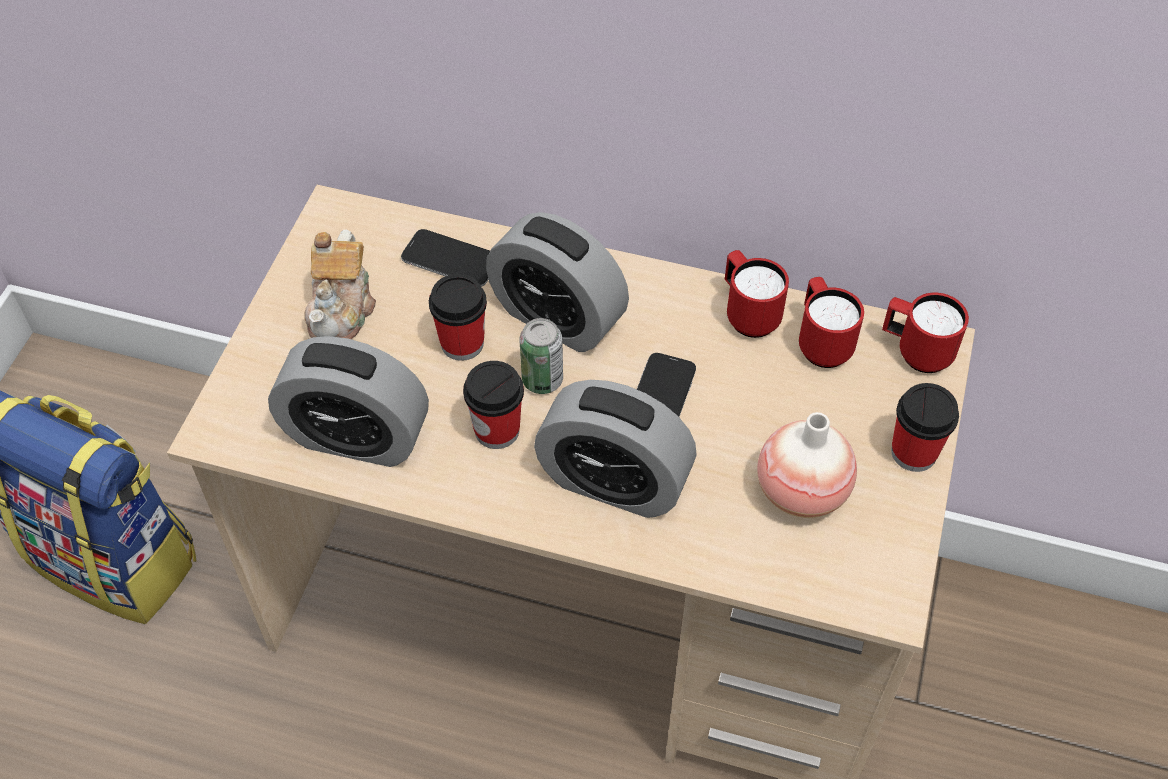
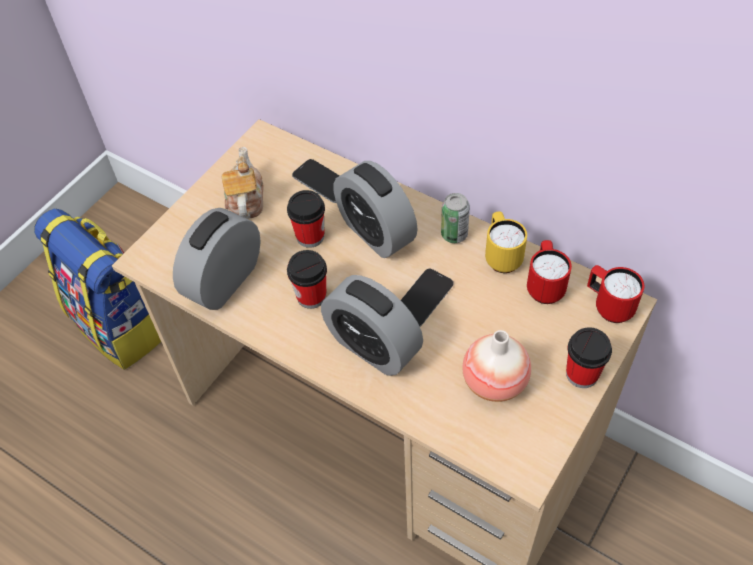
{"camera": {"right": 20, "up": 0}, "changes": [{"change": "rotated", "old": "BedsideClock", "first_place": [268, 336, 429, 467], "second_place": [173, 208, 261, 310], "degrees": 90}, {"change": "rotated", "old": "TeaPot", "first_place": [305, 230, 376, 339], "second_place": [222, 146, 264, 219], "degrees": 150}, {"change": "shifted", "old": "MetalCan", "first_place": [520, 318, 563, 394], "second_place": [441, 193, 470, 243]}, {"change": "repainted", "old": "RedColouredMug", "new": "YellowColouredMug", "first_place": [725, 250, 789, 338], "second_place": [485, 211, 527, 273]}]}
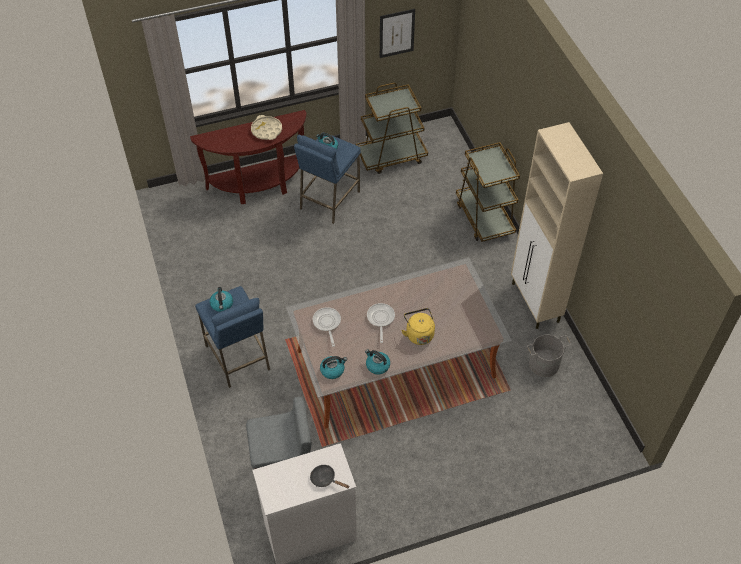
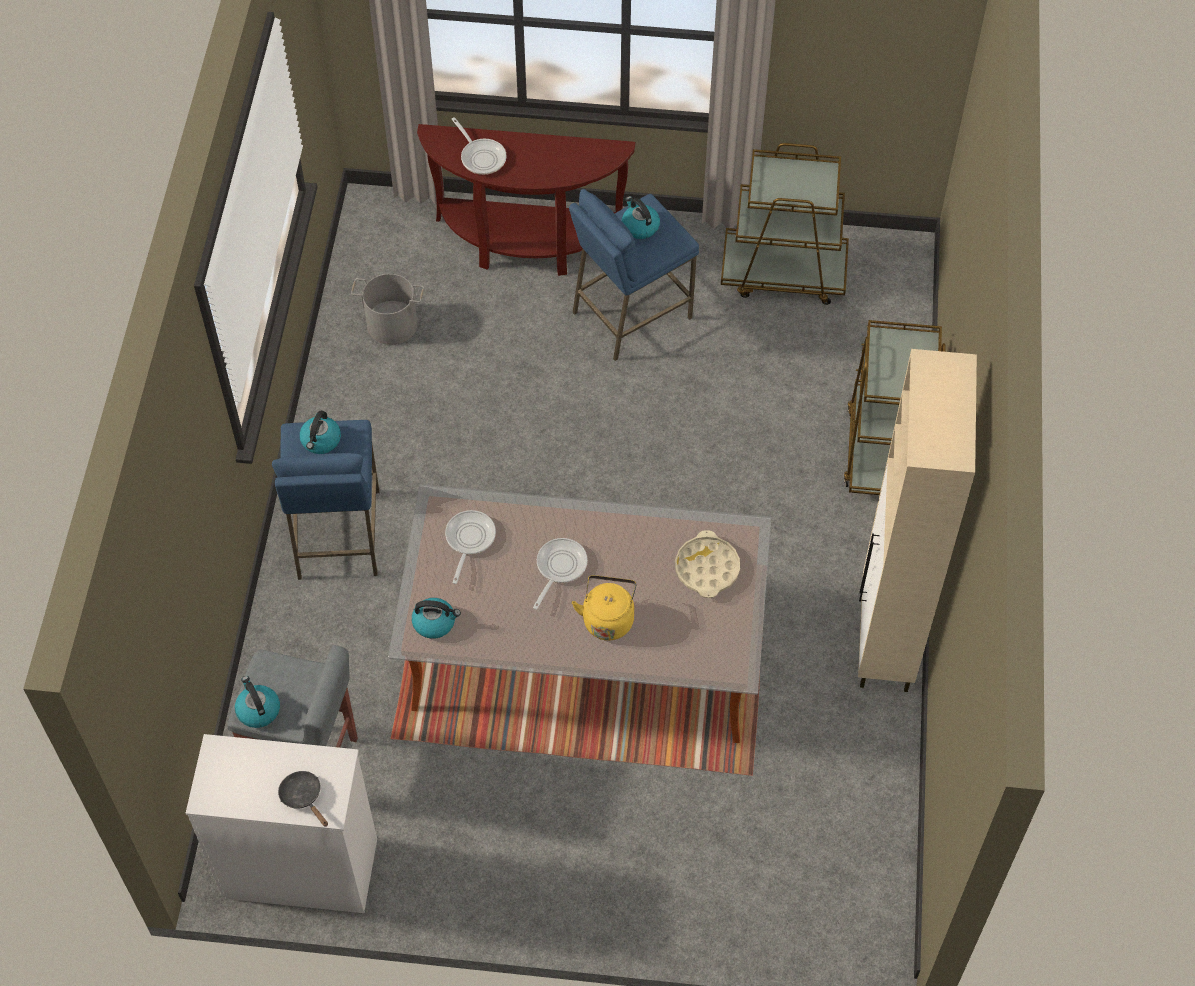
{"camera": {"right": 25, "up": 5}, "changes": [{"change": "shifted", "old": "WaterKettle", "first_place": [365, 349, 390, 374], "second_place": [235, 676, 280, 728]}, {"change": "shifted", "old": "GreyPail", "first_place": [527, 335, 571, 377], "second_place": [351, 274, 424, 345]}, {"change": "new", "new": "FryingPan", "second_place": [452, 117, 507, 175]}, {"change": "shifted", "old": "BeigeColouredCarryingTray", "first_place": [251, 115, 282, 140], "second_place": [675, 530, 740, 598]}, {"change": "gone", "old": "Picture", "first_place": [380, 9, 415, 58]}]}
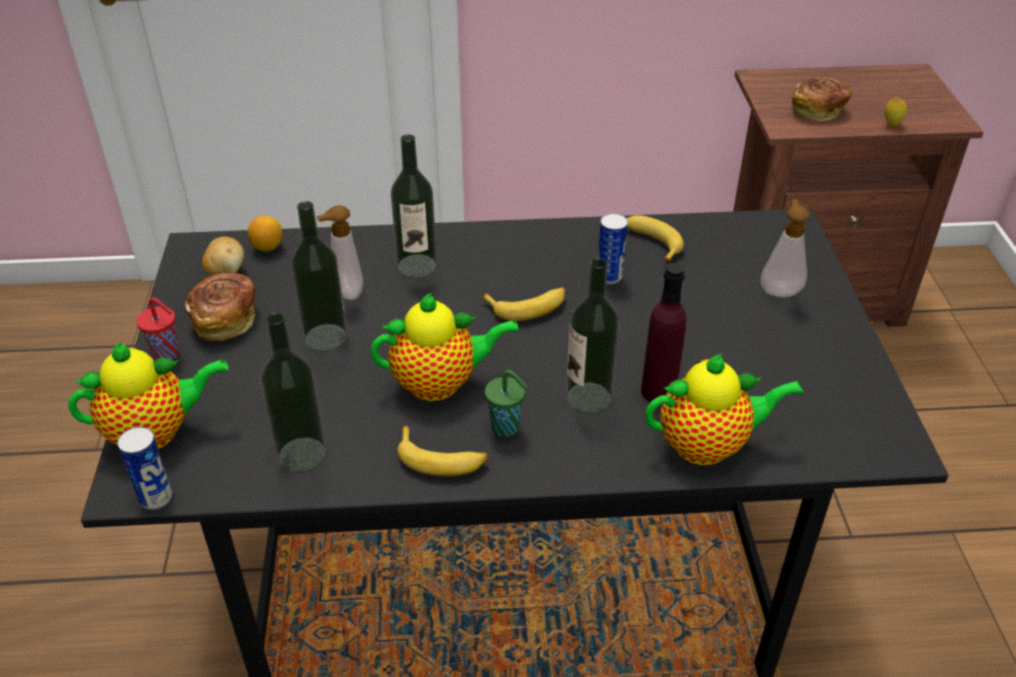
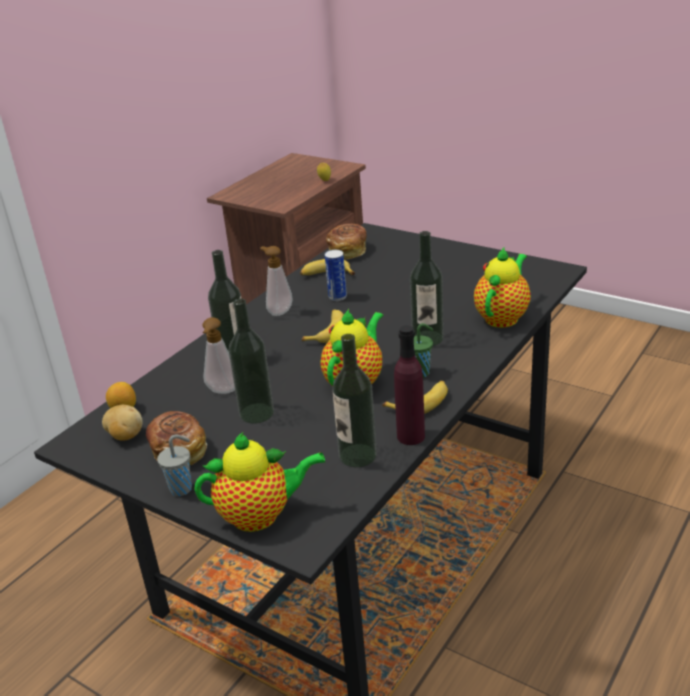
{"camera": {"right": -50, "up": -10}, "changes": [{"change": "repainted", "old": "RedColouredCup", "new": "GreyCup", "first_place": [136, 297, 179, 360], "second_place": [157, 435, 192, 496]}, {"change": "rotated", "old": "TeaPot", "first_place": [68, 341, 229, 449], "second_place": [194, 432, 325, 532], "degrees": 60}, {"change": "shifted", "old": "SoapBottle", "first_place": [760, 199, 810, 297], "second_place": [260, 246, 292, 316]}, {"change": "shifted", "old": "Bread", "first_place": [792, 77, 852, 121], "second_place": [326, 224, 367, 259]}, {"change": "shifted", "old": "PurpleColouredBottle", "first_place": [641, 263, 686, 402], "second_place": [394, 325, 425, 445]}, {"change": "gone", "old": "MetalCan", "first_place": [118, 427, 173, 510]}]}
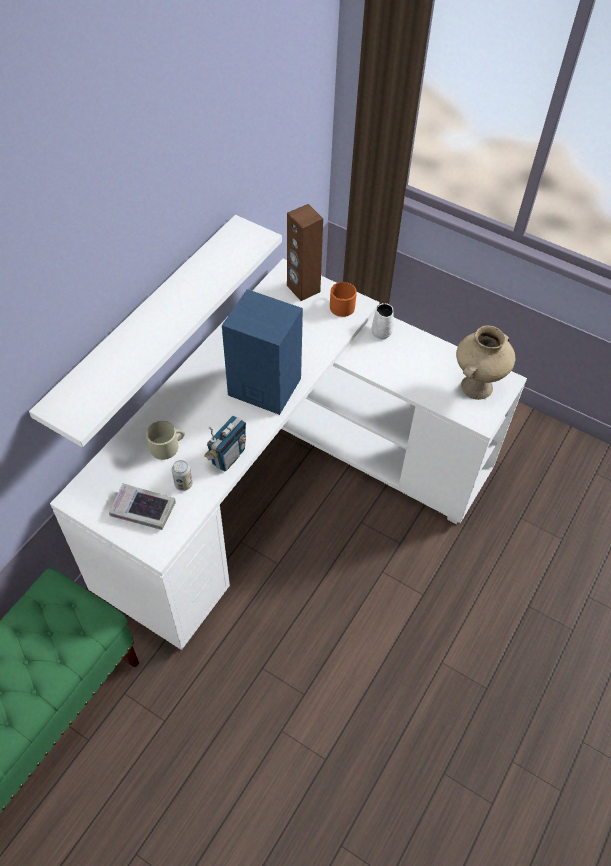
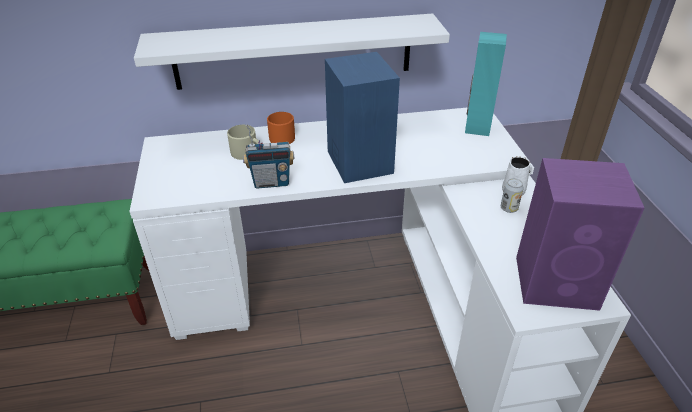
{"camera": {"right": 50, "up": -15}, "changes": [{"change": "shifted", "old": "OrangeMug", "first_place": [330, 282, 357, 317], "second_place": [267, 112, 295, 144]}, {"change": "repainted", "old": "BrownLoudspeaker", "new": "TurquoiseColouredLoudspeaker", "first_place": [287, 204, 323, 301], "second_place": [465, 32, 507, 136]}, {"change": "shifted", "old": "MetalCan", "first_place": [172, 460, 192, 491], "second_place": [501, 178, 524, 213]}, {"change": "swapped", "old": "BeigeColouredDecorativeVase", "new": "PurpleColouredLoudspeaker", "first_place": [456, 325, 515, 400], "second_place": [516, 158, 644, 311]}, {"change": "gone", "old": "Volume", "first_place": [109, 483, 176, 530]}]}
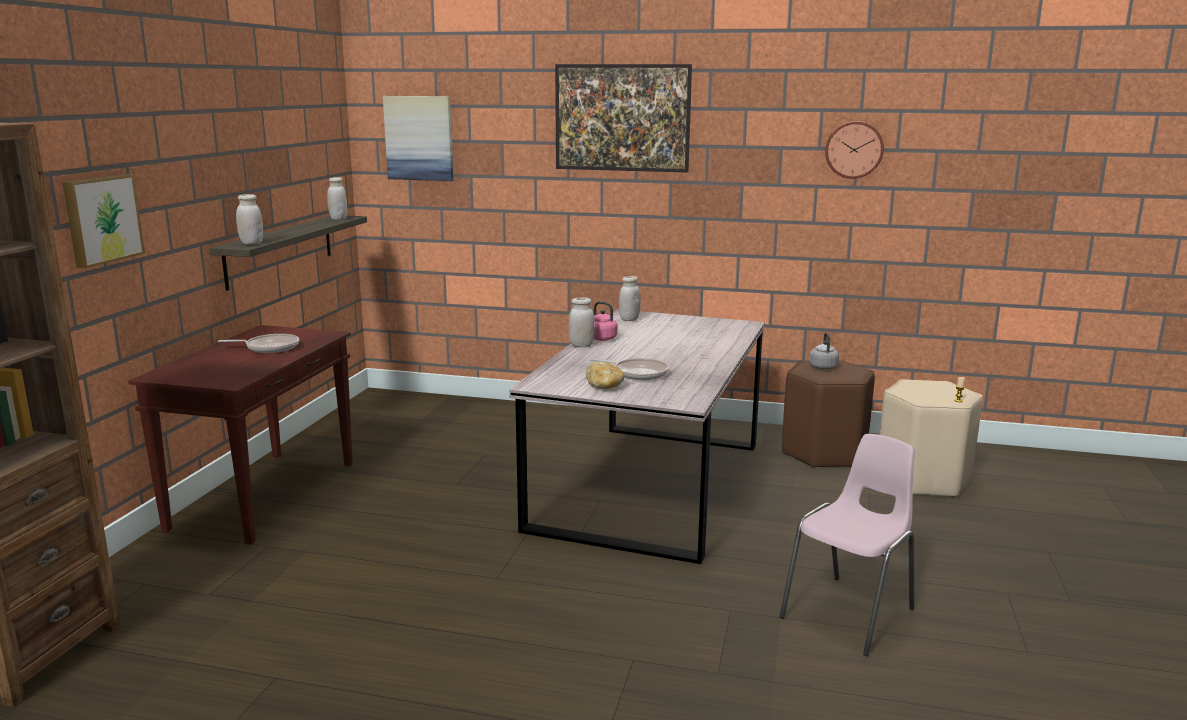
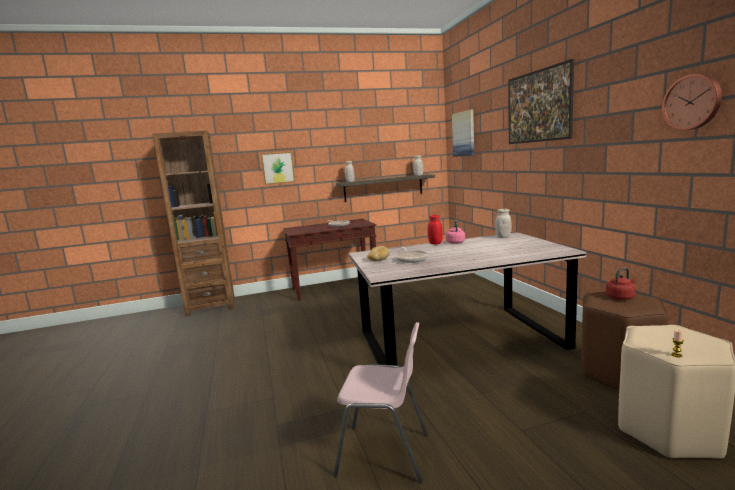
{"camera": {"right": 60, "up": -5}, "changes": [{"change": "repainted", "old": "WhiteJar", "new": "RedColouredJar", "first_place": [568, 298, 595, 347], "second_place": [428, 215, 443, 245]}, {"change": "repainted", "old": "GreyWaterKettle", "new": "RedColouredWaterKettle", "first_place": [809, 332, 839, 370], "second_place": [606, 268, 636, 300]}]}
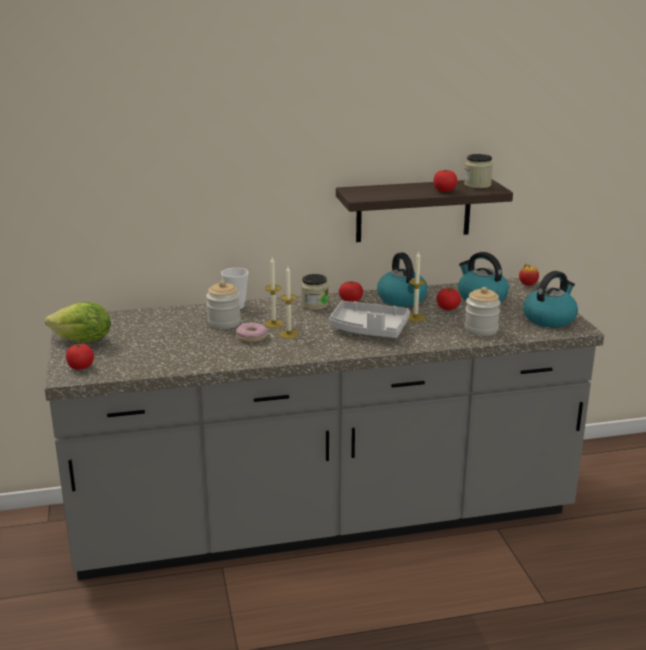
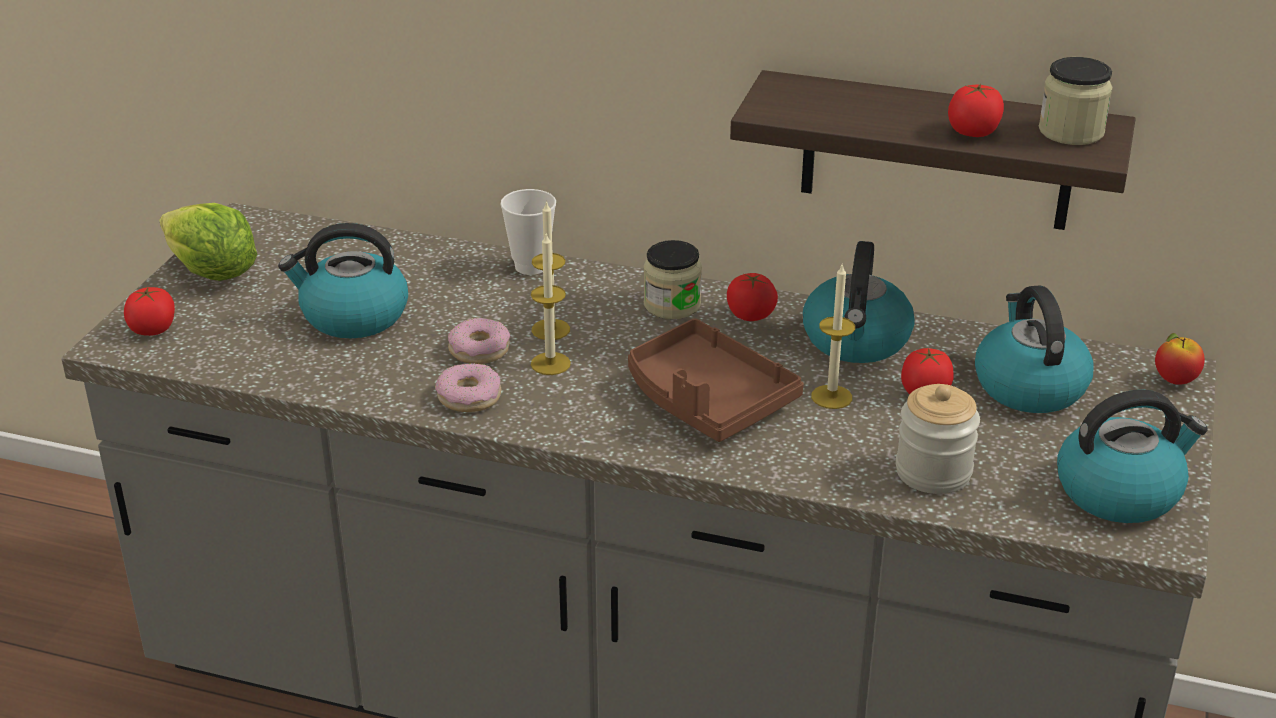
{"camera": {"right": 30, "up": 10}, "changes": [{"change": "new", "new": "WaterKettle", "second_place": [278, 223, 408, 338]}, {"change": "new", "new": "Donut", "second_place": [435, 363, 501, 412]}, {"change": "repainted", "old": "GreyCarryingTray", "new": "BrownCarryingTray", "first_place": [329, 301, 410, 338], "second_place": [628, 319, 804, 442]}, {"change": "gone", "old": "Jar", "first_place": [206, 281, 241, 329]}]}
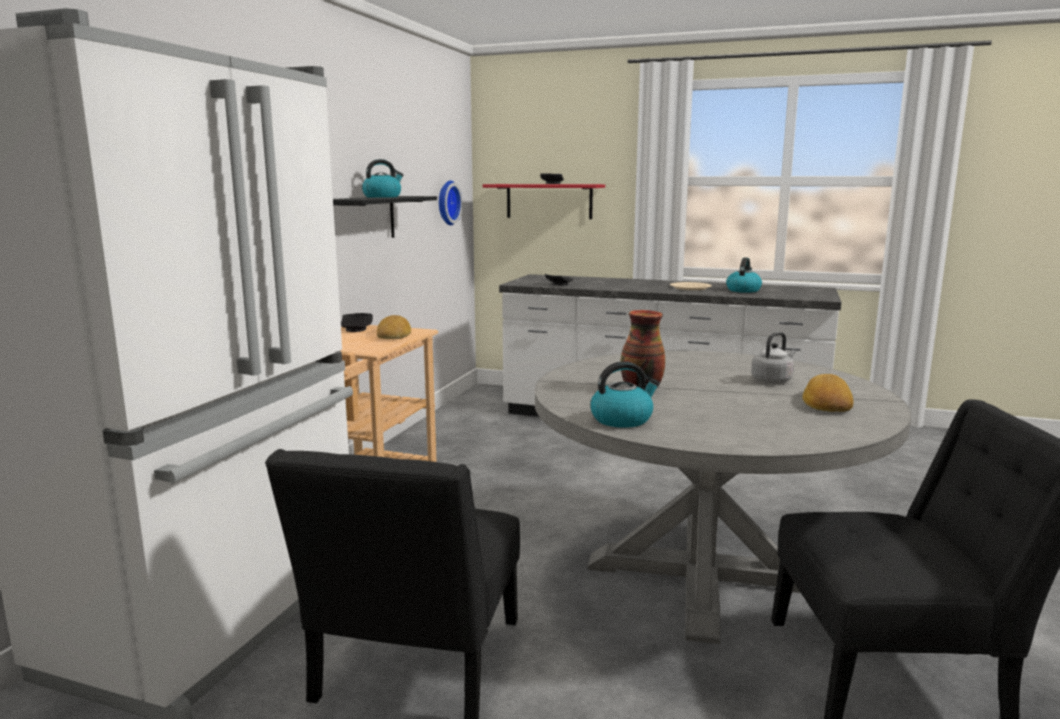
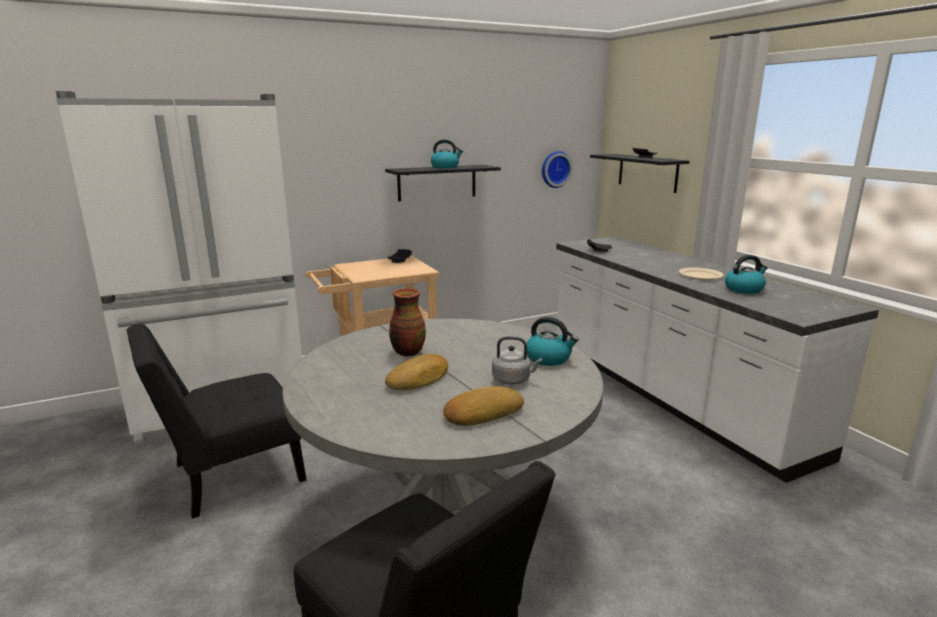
{"camera": {"right": 45, "up": 5}, "changes": [{"change": "shifted", "old": "Bread", "first_place": [377, 315, 411, 339], "second_place": [385, 354, 448, 391]}, {"change": "shifted", "old": "WaterKettle", "first_place": [590, 361, 660, 428], "second_place": [526, 317, 579, 366]}, {"change": "repainted", "old": "RedColouredShelf", "new": "BlackishShelf", "first_place": [483, 184, 605, 219], "second_place": [590, 154, 689, 193]}]}
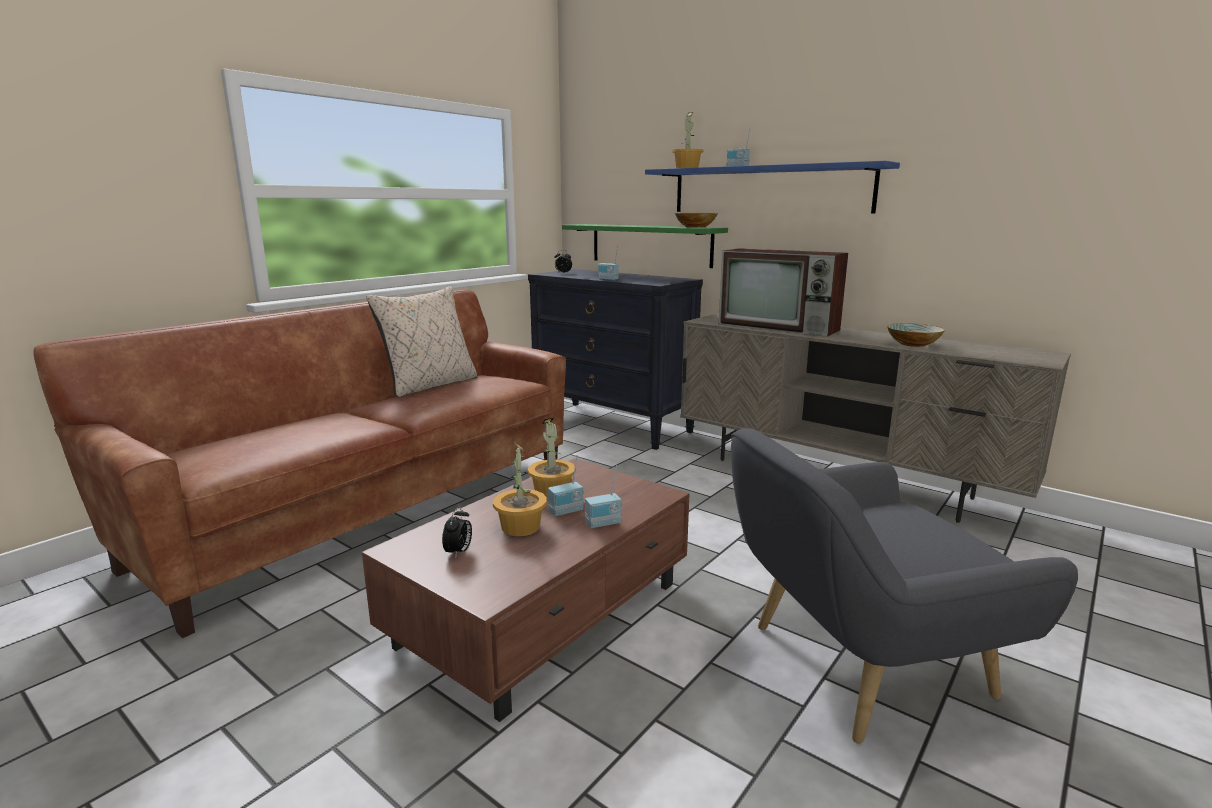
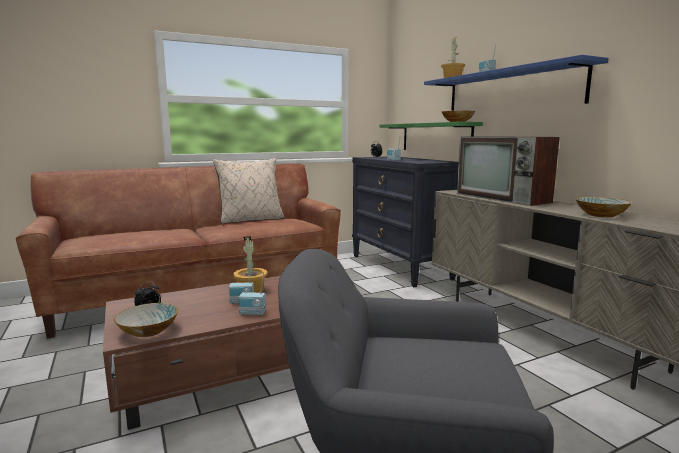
{"camera": {"right": 25, "up": -5}, "changes": [{"change": "new", "new": "DeepDish", "second_place": [114, 303, 178, 337]}, {"change": "gone", "old": "PottedPlant", "first_place": [493, 442, 547, 536]}]}
